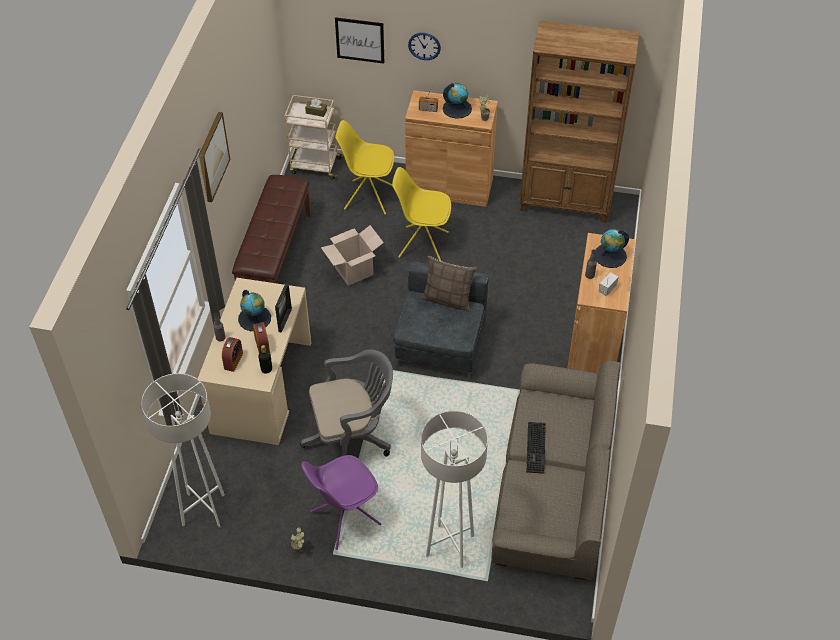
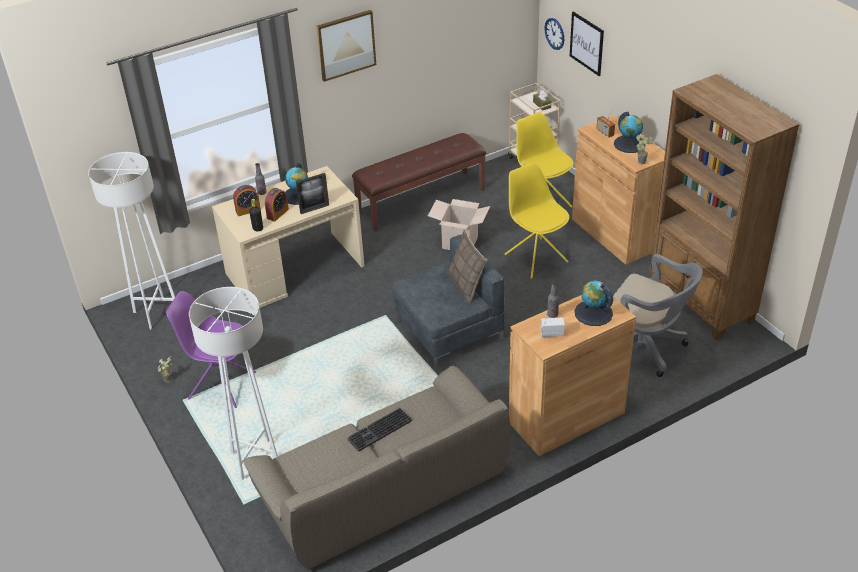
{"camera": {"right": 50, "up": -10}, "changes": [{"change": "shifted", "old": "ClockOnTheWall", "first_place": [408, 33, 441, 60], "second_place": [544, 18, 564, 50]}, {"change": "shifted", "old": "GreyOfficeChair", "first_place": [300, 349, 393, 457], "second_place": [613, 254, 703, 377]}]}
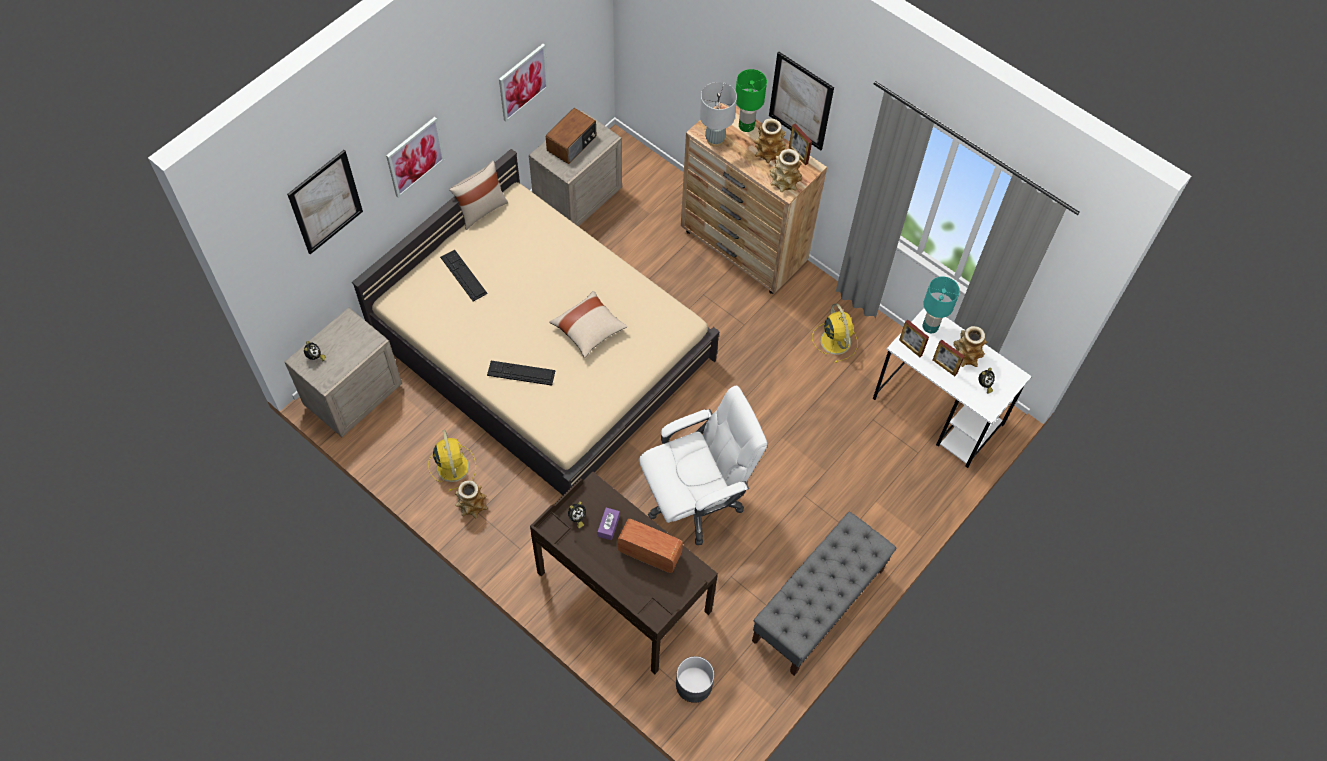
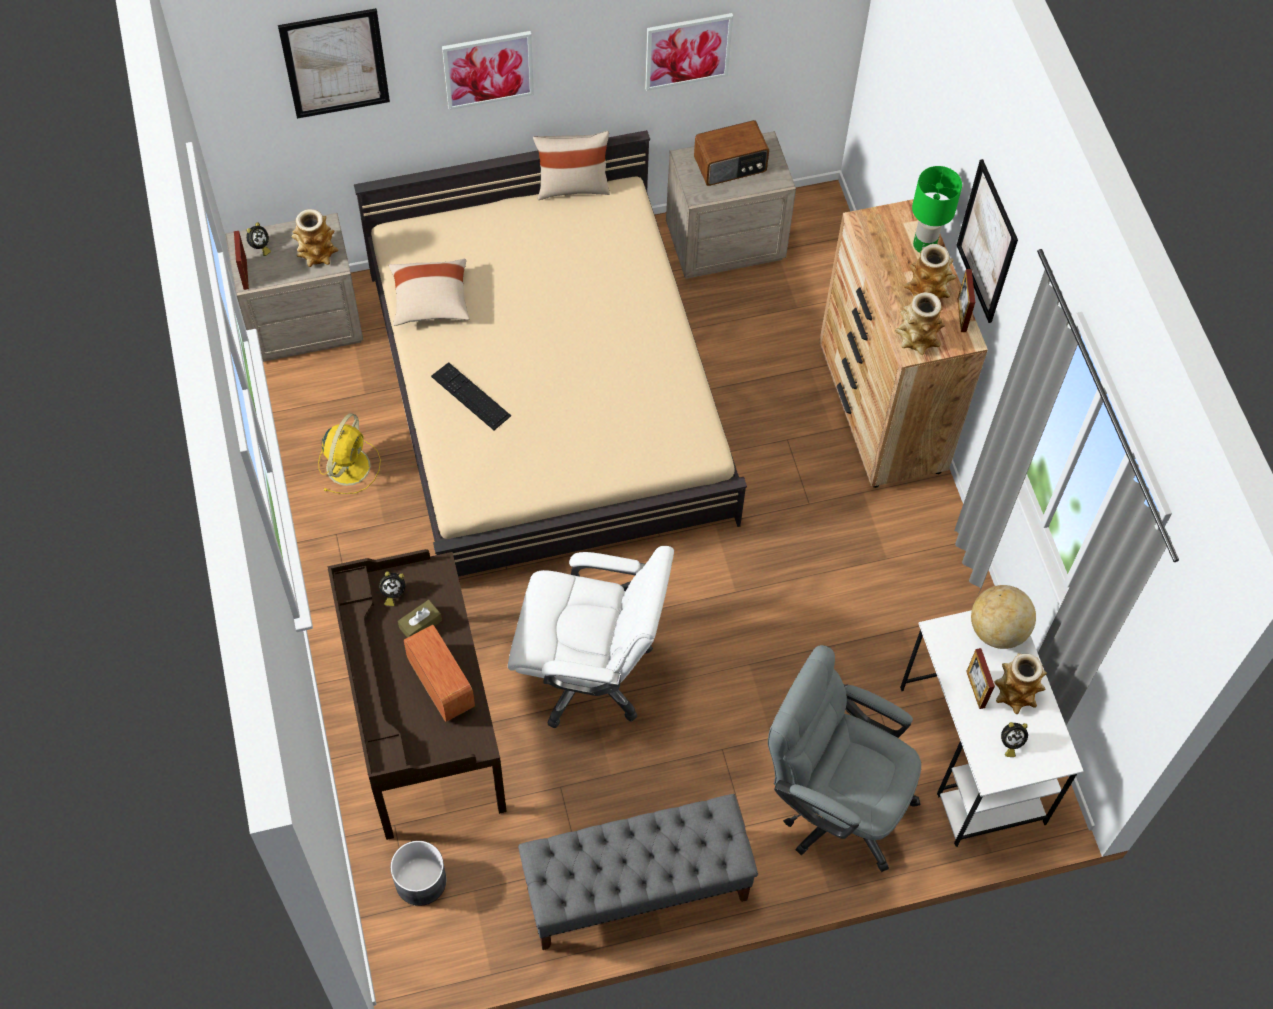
{"camera": {"right": 35, "up": 0}, "changes": [{"change": "shifted", "old": "StandingFrame", "first_place": [899, 320, 929, 357], "second_place": [234, 231, 249, 290]}, {"change": "shifted", "old": "DecorativeVase", "first_place": [455, 480, 488, 518], "second_place": [292, 209, 339, 267]}, {"change": "shifted", "old": "BeigeColouredCushion", "first_place": [549, 291, 627, 358], "second_place": [389, 259, 470, 326]}, {"change": "repainted", "old": "PurpleColouredTissueBox", "new": "BrownTissueBox", "first_place": [597, 508, 620, 540], "second_place": [398, 600, 442, 638]}, {"change": "new", "new": "GreyOfficeChair", "second_place": [768, 645, 921, 872]}, {"change": "swapped", "old": "TurquoiseColouredTableLamp", "new": "WorldGlobe", "first_place": [922, 276, 960, 333], "second_place": [971, 585, 1036, 649]}, {"change": "gone", "old": "ComputerKeyboard", "first_place": [440, 250, 488, 302]}, {"change": "gone", "old": "GreyTableLamp", "first_place": [700, 82, 737, 147]}, {"change": "gone", "old": "YellowColouredCoolingFan", "first_place": [812, 303, 858, 363]}]}
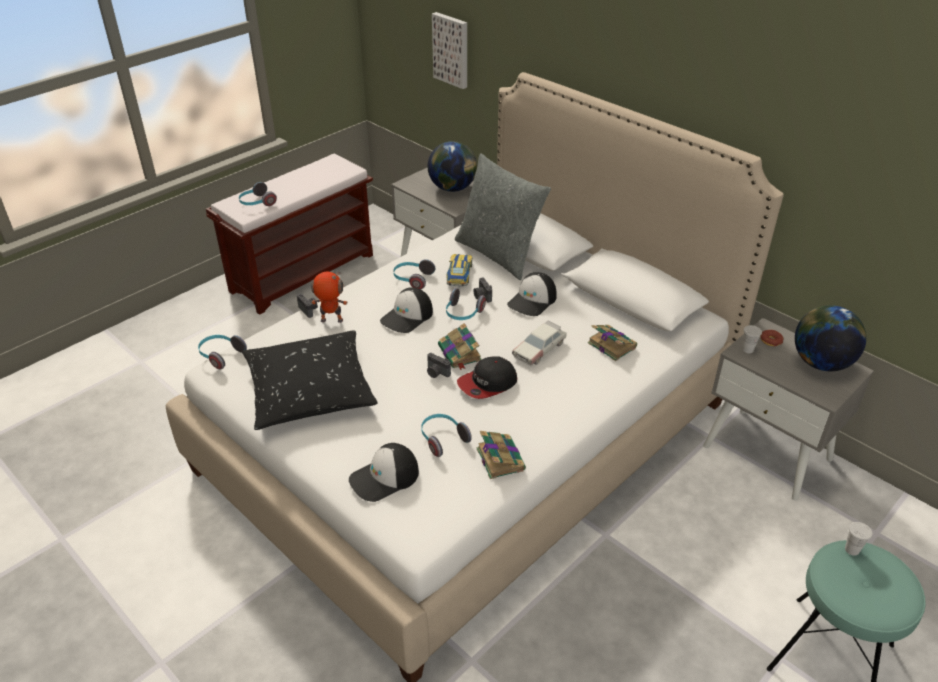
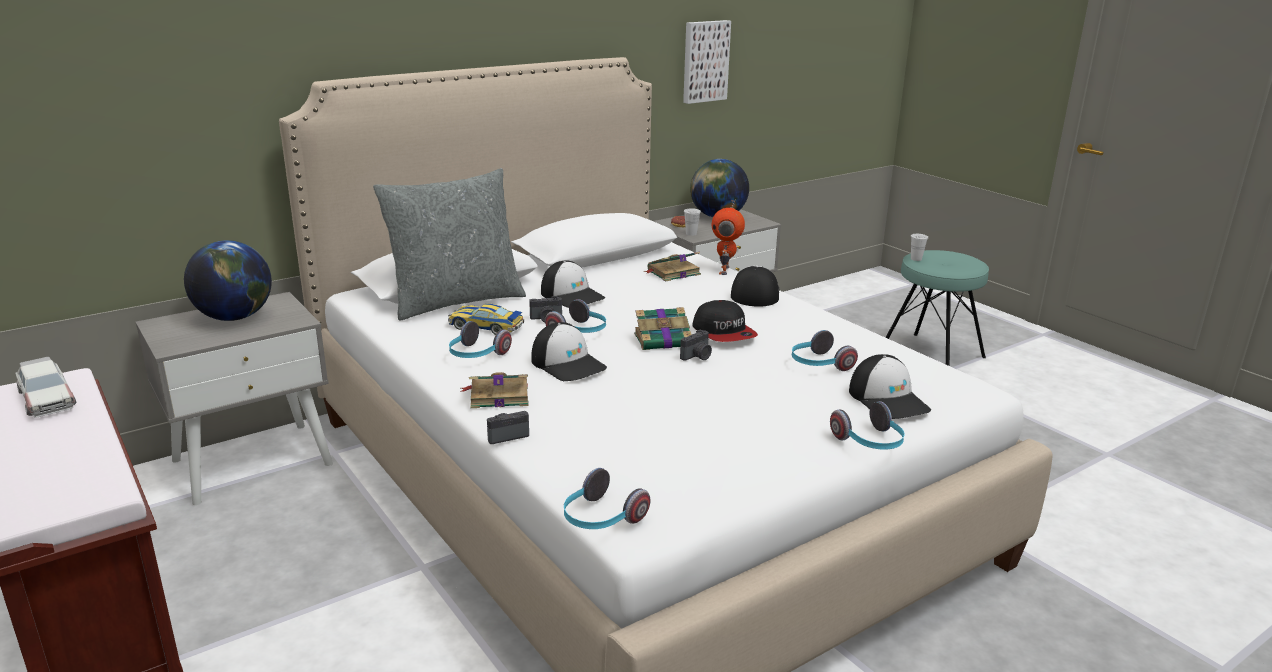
{"camera": {"right": -80, "up": -15}, "changes": [{"change": "shifted", "old": "MiniatureCar", "first_place": [512, 320, 567, 366], "second_place": [15, 357, 76, 418]}, {"change": "shifted", "old": "Volume", "first_place": [476, 431, 526, 479], "second_place": [460, 372, 529, 408]}, {"change": "shifted", "old": "Picture", "first_place": [432, 12, 467, 89], "second_place": [683, 20, 731, 104]}, {"change": "shifted", "old": "ModelRobot", "first_place": [311, 271, 347, 323], "second_place": [712, 199, 745, 275]}, {"change": "new", "new": "PeakedCap", "second_place": [731, 266, 779, 307]}, {"change": "shifted", "old": "Headset", "first_place": [239, 182, 277, 206], "second_place": [830, 401, 905, 450]}, {"change": "gone", "old": "BlackishCushion", "first_place": [242, 331, 378, 430]}]}
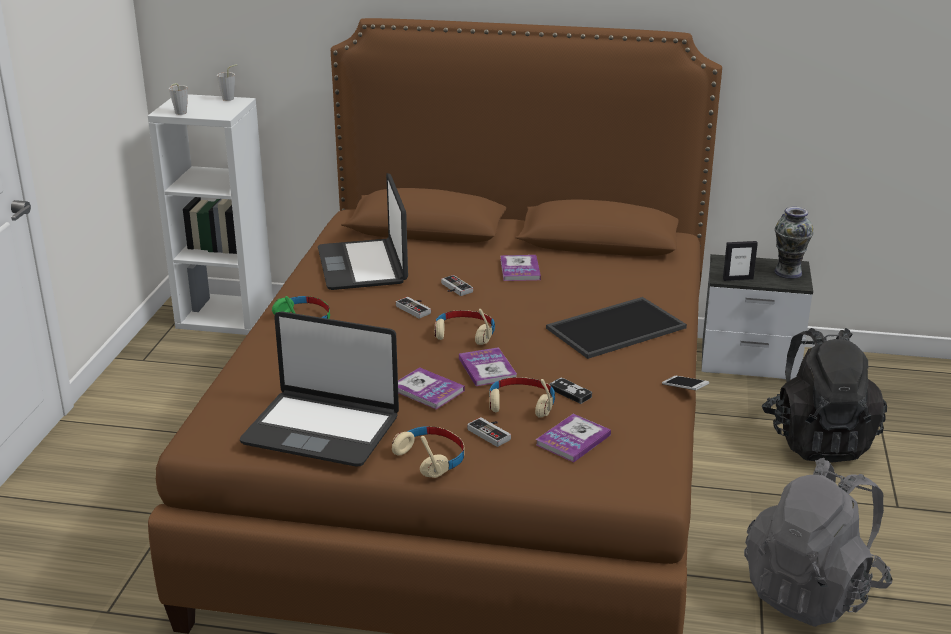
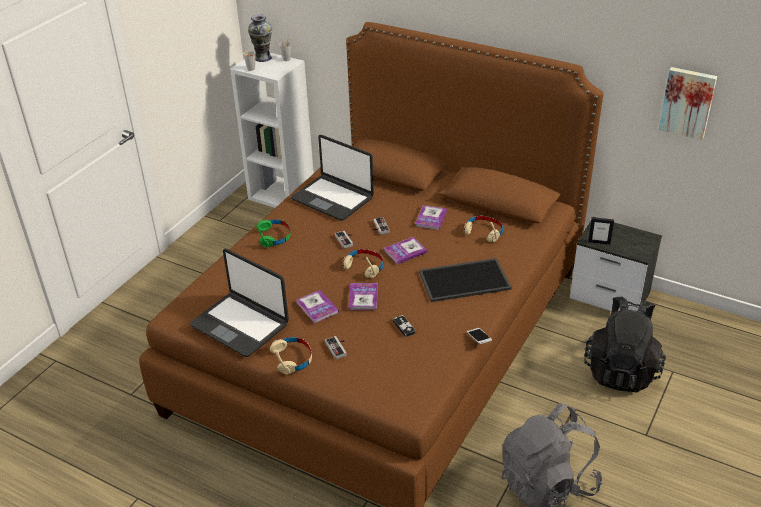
{"camera": {"right": 20, "up": 10}, "changes": [{"change": "shifted", "old": "DecorativeVase", "first_place": [774, 207, 814, 279], "second_place": [248, 14, 272, 62]}, {"change": "rotated", "old": "PortableComputer", "first_place": [318, 173, 408, 290], "second_place": [291, 135, 374, 221], "degrees": -60}, {"change": "shifted", "old": "Volume", "first_place": [536, 414, 611, 462], "second_place": [384, 237, 427, 265]}, {"change": "shifted", "old": "BeigeColouredHeadset", "first_place": [489, 377, 555, 417], "second_place": [464, 216, 503, 242]}, {"change": "new", "new": "Picture", "second_place": [658, 67, 717, 140]}]}
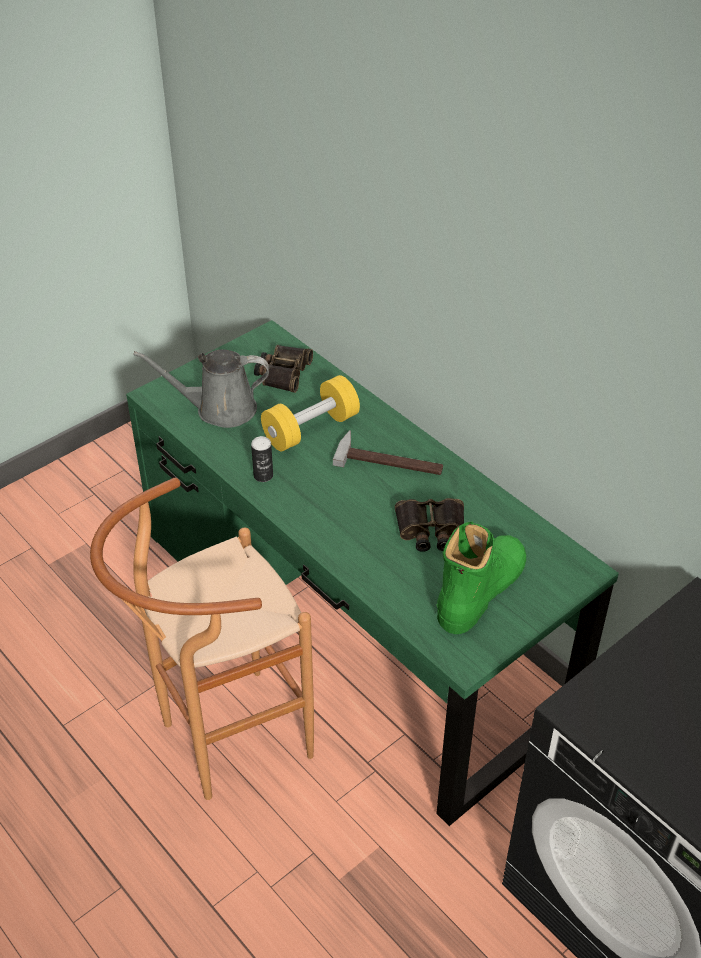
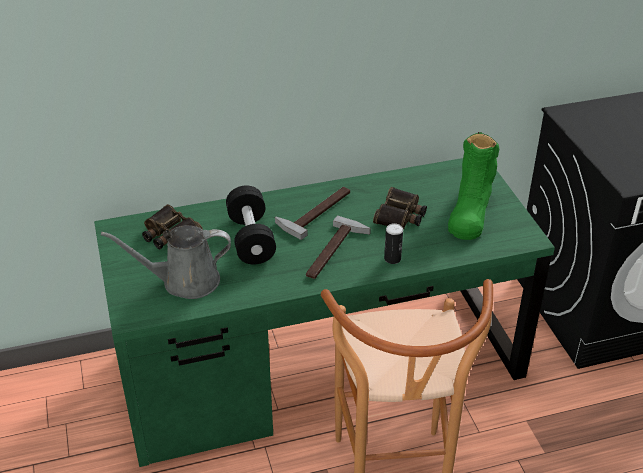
{"camera": {"right": -65, "up": -5}, "changes": [{"change": "rotated", "old": "GreyWateringPot", "first_place": [133, 349, 269, 428], "second_place": [101, 225, 231, 299], "degrees": 60}, {"change": "repainted", "old": "YellowColouredDumbbell", "new": "BlackishDumbbell", "first_place": [261, 375, 360, 451], "second_place": [226, 185, 276, 265]}, {"change": "new", "new": "HandHammer", "second_place": [306, 215, 371, 279]}, {"change": "shifted", "old": "MetalCan", "first_place": [251, 436, 273, 482], "second_place": [384, 223, 403, 264]}, {"change": "rotated", "old": "GreenBoot", "first_place": [437, 521, 526, 634], "second_place": [448, 132, 499, 240], "degrees": -135}]}
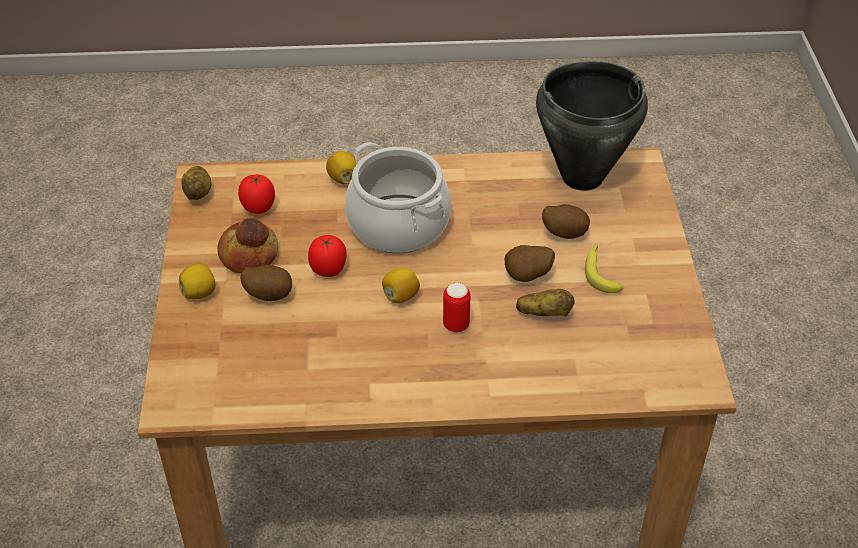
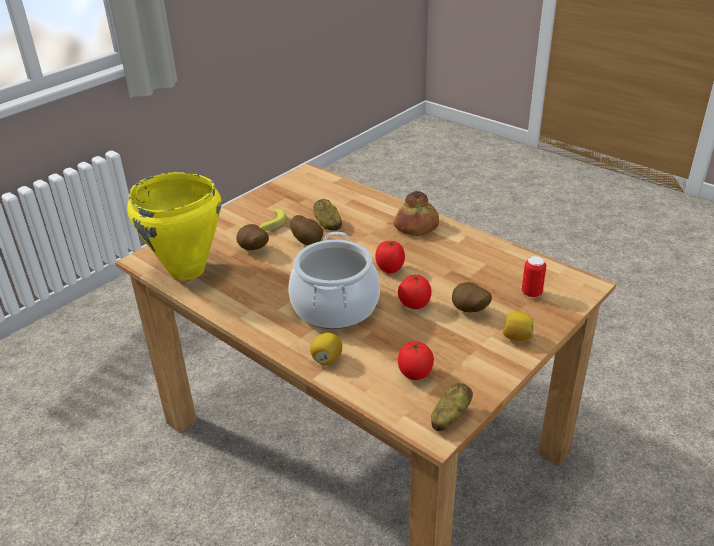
{"camera": {"right": -135, "up": -10}, "changes": [{"change": "repainted", "old": "BlackishSaucepot", "new": "YellowColouredSaucepot", "first_place": [536, 61, 648, 191], "second_place": [127, 172, 221, 280]}, {"change": "swapped", "old": "WholeLemon", "new": "Tomato", "first_place": [382, 268, 420, 303], "second_place": [375, 241, 405, 273]}, {"change": "shifted", "old": "Bread", "first_place": [217, 218, 278, 274], "second_place": [394, 191, 439, 236]}, {"change": "shifted", "old": "MetalCan", "first_place": [443, 283, 471, 332], "second_place": [522, 256, 546, 298]}]}
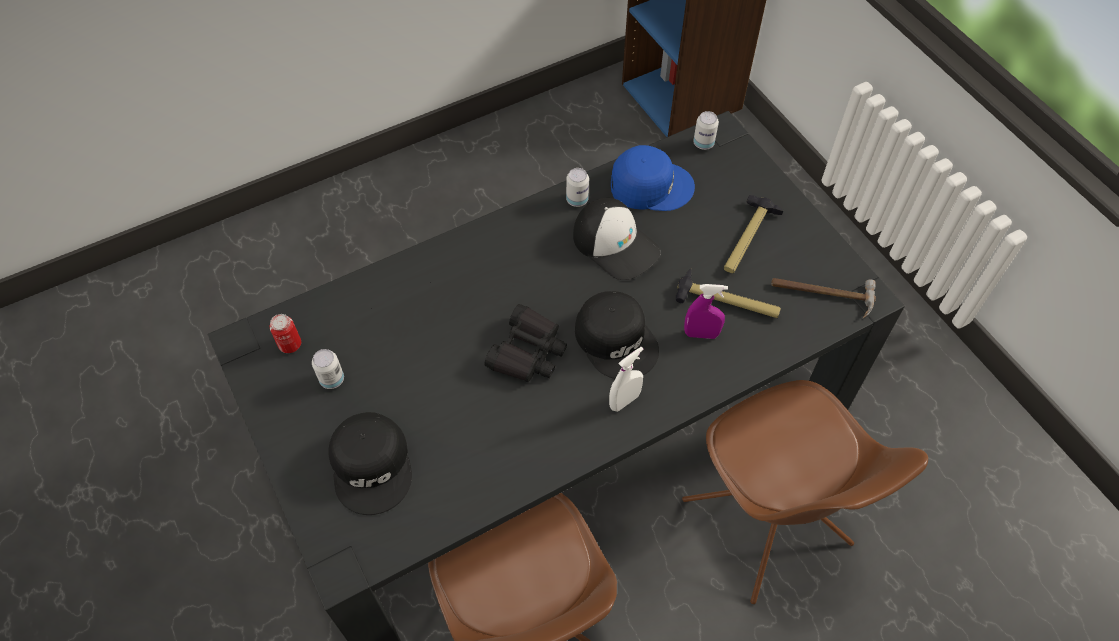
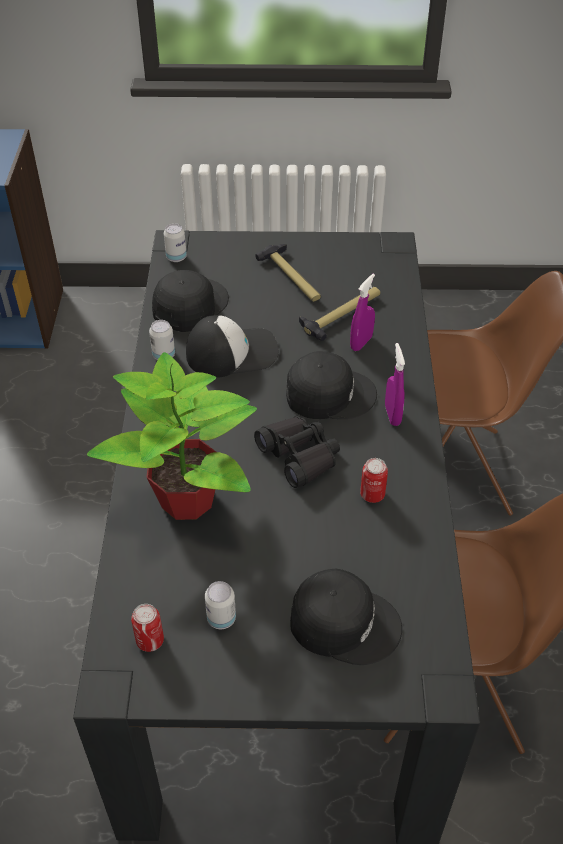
{"camera": {"right": -60, "up": -10}, "changes": [{"change": "new", "new": "PottedPlant", "second_place": [87, 352, 257, 520]}, {"change": "repainted", "old": "BluishPeakedCap", "new": "BlackishPeakedCap", "first_place": [611, 145, 695, 211], "second_place": [152, 270, 229, 332]}, {"change": "new", "new": "MetalCan", "second_place": [360, 458, 388, 503]}, {"change": "repainted", "old": "WhiteSprayer", "new": "PurpleColouredSprayer", "first_place": [609, 347, 643, 412], "second_place": [385, 343, 405, 426]}, {"change": "gone", "old": "HandHammer", "first_place": [771, 278, 876, 319]}]}
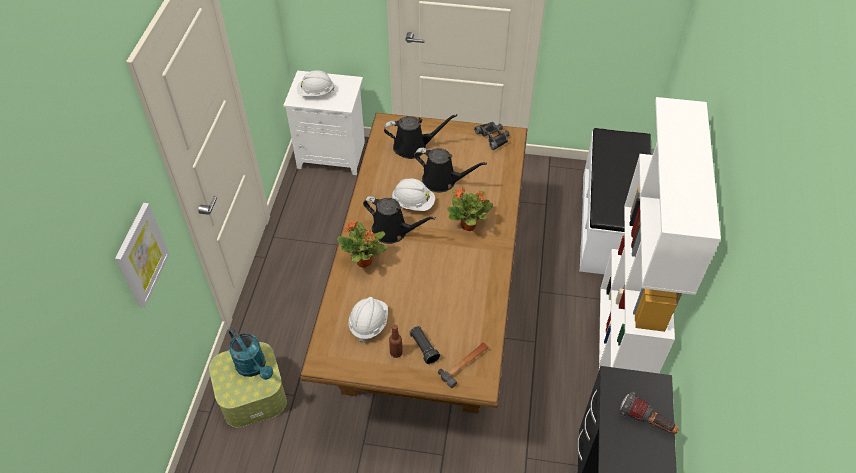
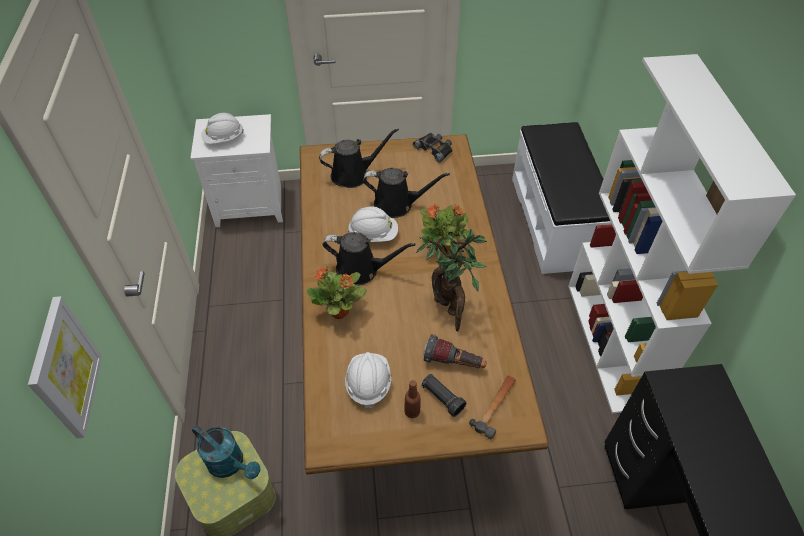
{"camera": {"right": -15, "up": 0}, "changes": [{"change": "new", "new": "PottedPlant", "second_place": [416, 229, 487, 331]}, {"change": "shifted", "old": "Torch", "first_place": [620, 391, 679, 434], "second_place": [424, 334, 487, 368]}]}
